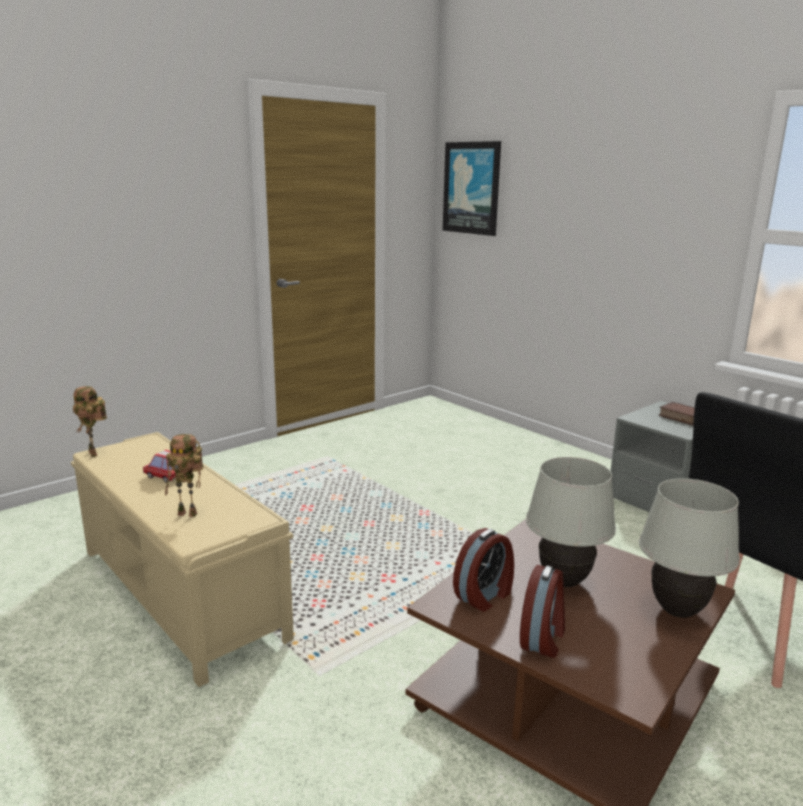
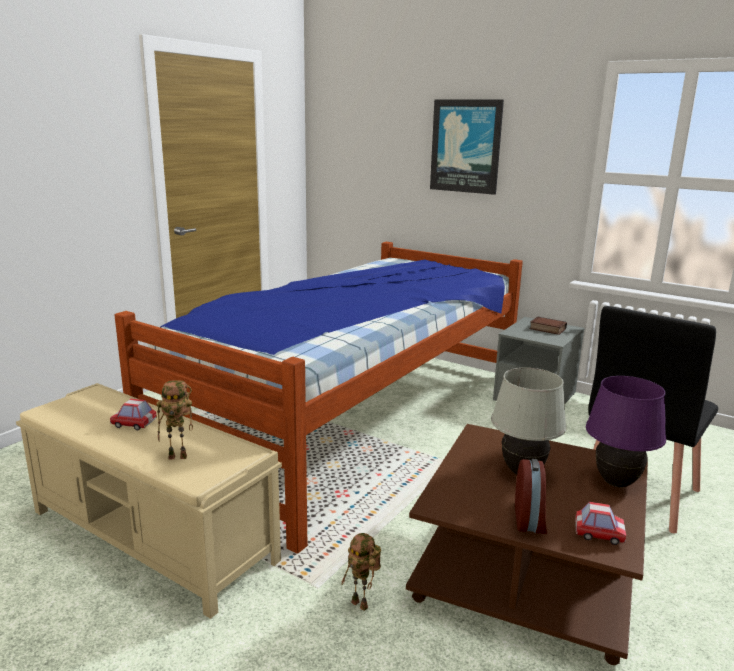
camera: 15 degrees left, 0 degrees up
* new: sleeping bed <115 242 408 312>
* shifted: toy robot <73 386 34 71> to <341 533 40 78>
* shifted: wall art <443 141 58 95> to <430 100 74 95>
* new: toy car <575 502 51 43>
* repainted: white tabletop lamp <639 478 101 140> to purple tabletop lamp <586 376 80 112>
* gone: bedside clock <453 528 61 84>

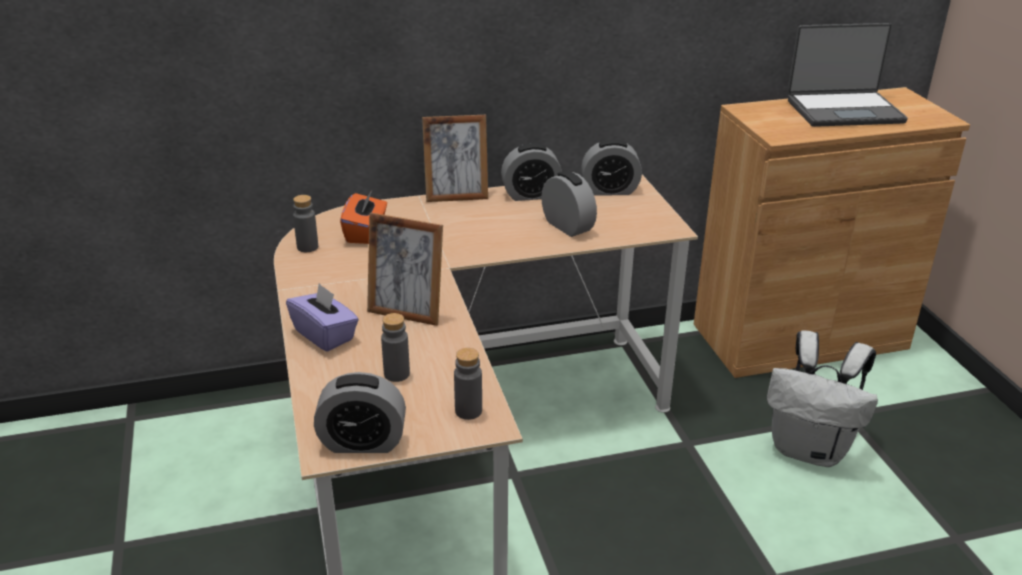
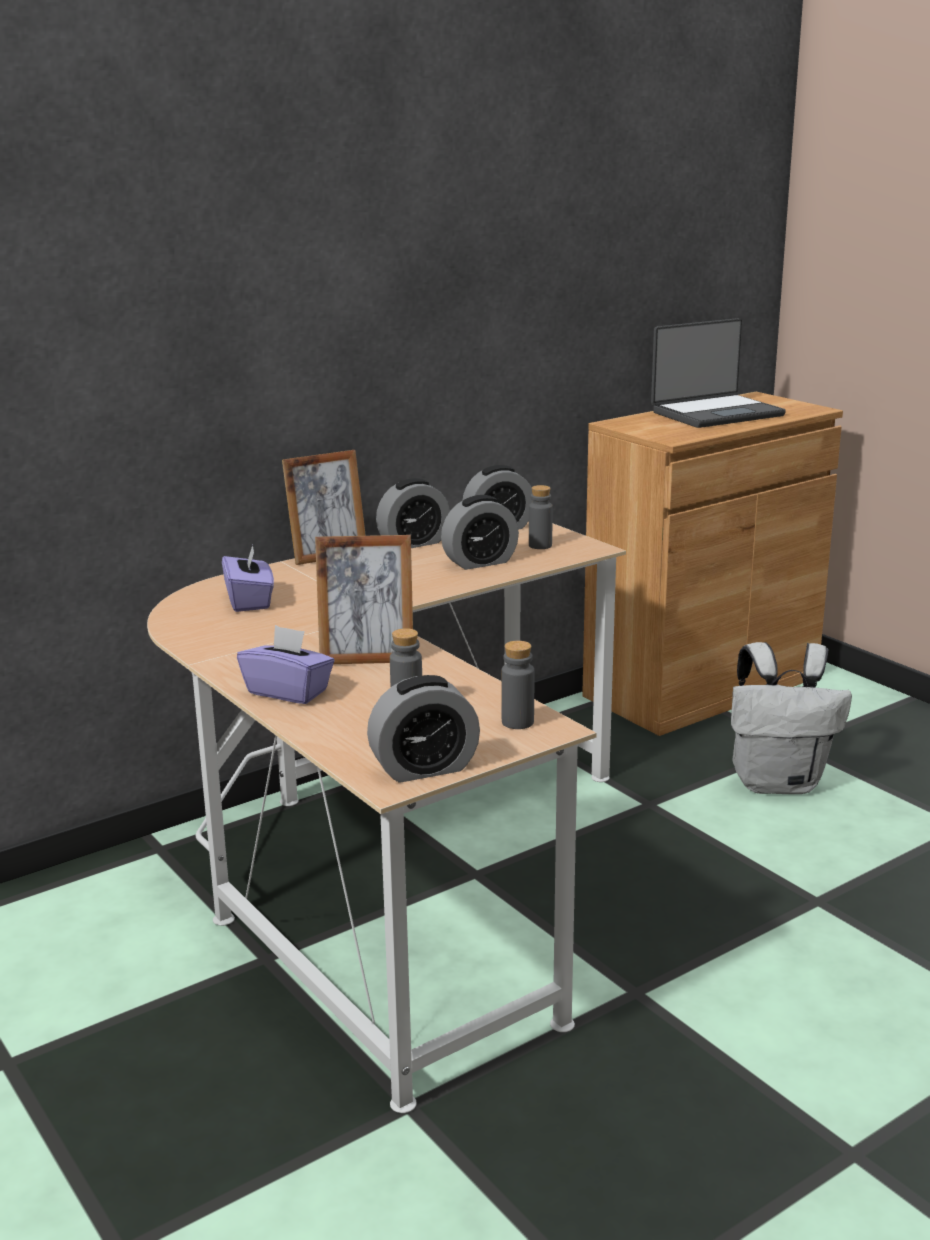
camera: 20 degrees left, 10 degrees down
* repainted: orange tissue holder <340 189 47 55> to purple tissue holder <222 545 52 67>
* rotated: bedside clock <541 171 56 66> = <441 495 78 75> 120 degrees clockwise
* shifted: grey drink bottle <293 195 25 57> to <529 485 24 64>

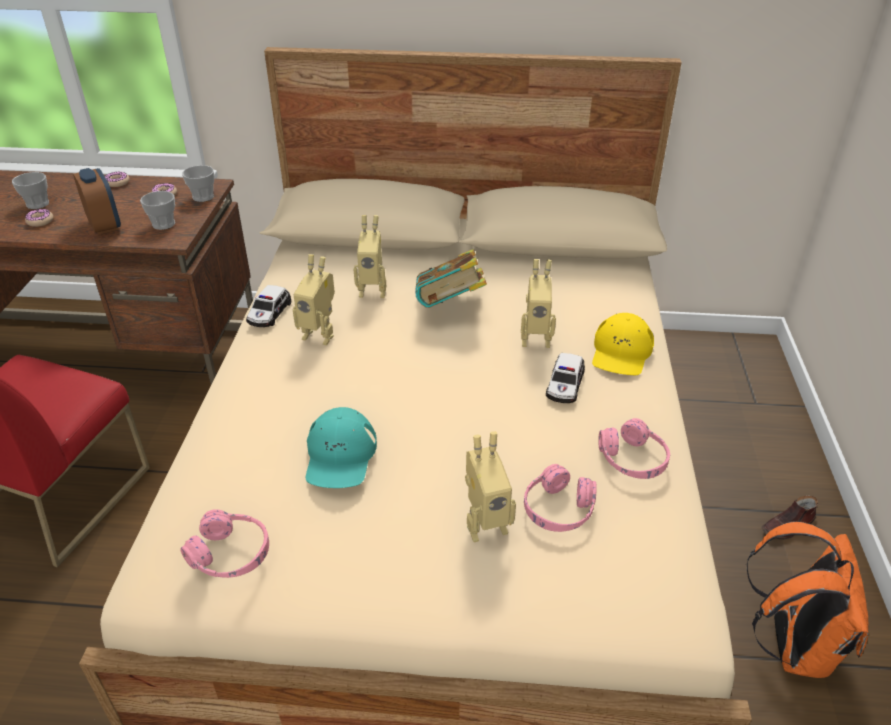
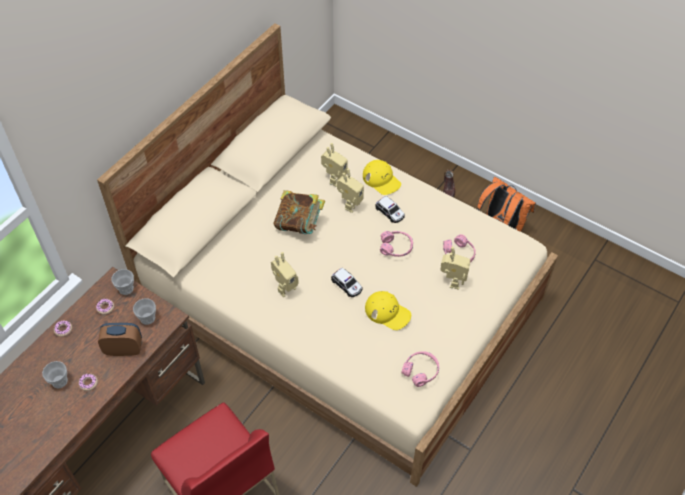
camera: 60 degrees left, 15 degrees up
* shifted: toy robot <354 215 32 83> to <321 143 27 44>
* shifted: toy car <246 285 45 42> to <331 268 32 29>
* repainted: turquoise cap <306 407 71 81> to yellow cap <365 291 46 39>
* shifted: pinkish headset <598 418 72 61> to <380 231 33 26>

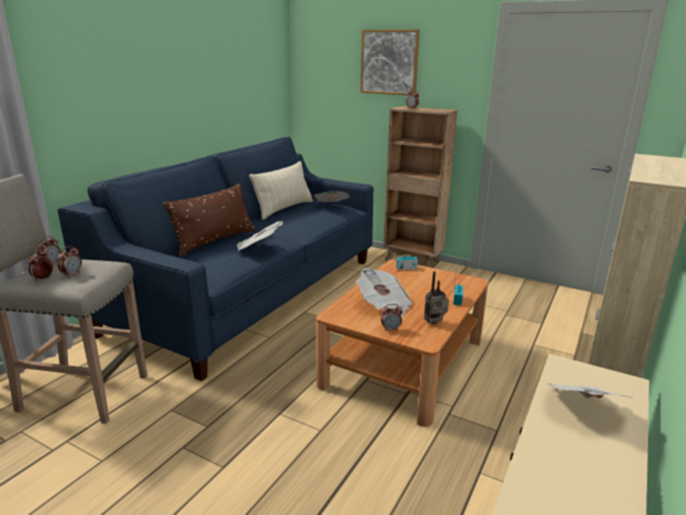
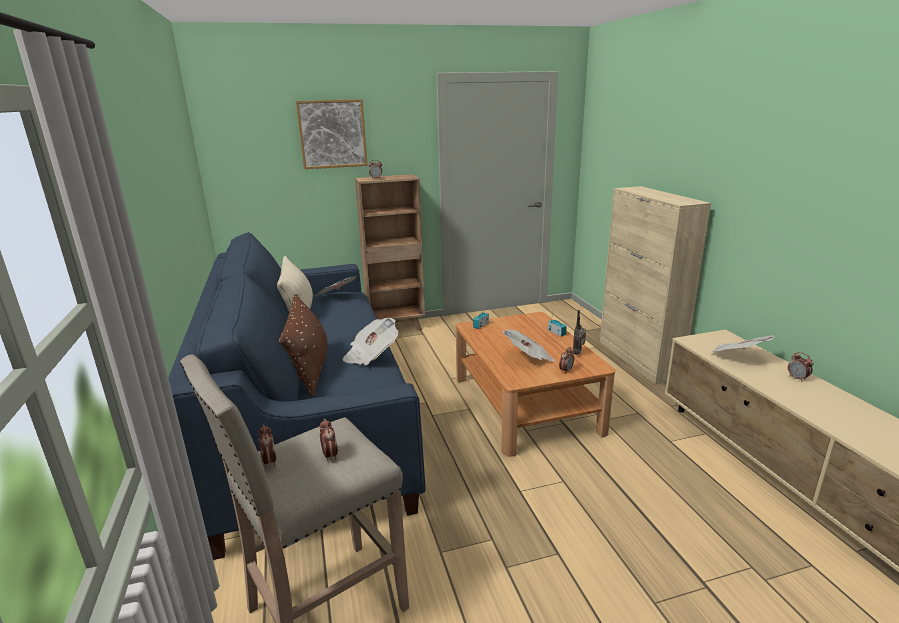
camera: 45 degrees left, 0 degrees up
* shifted: bedside clock <28 249 25 32> to <788 352 26 30>

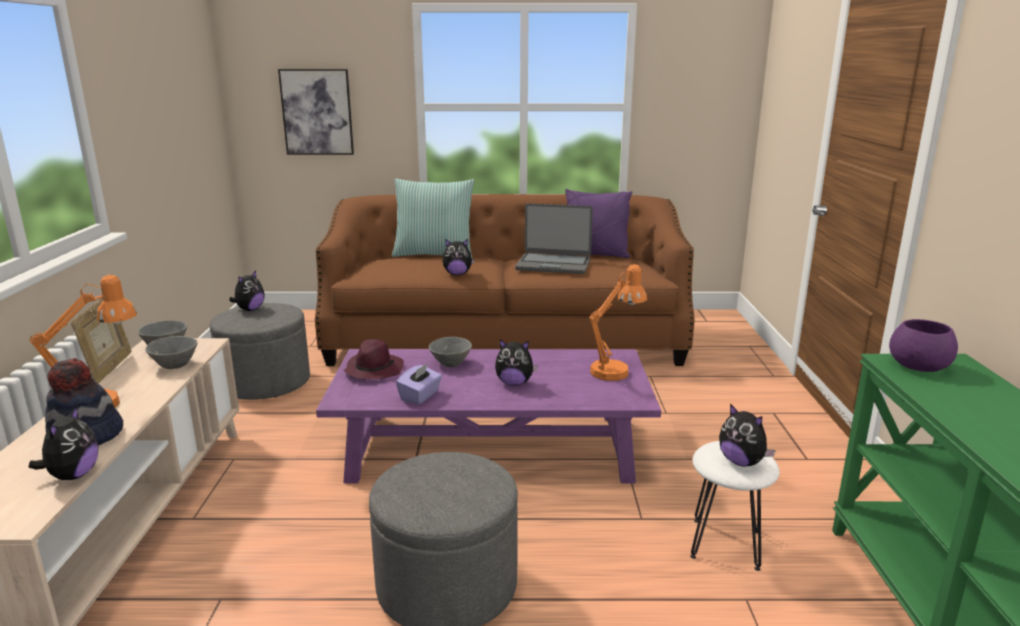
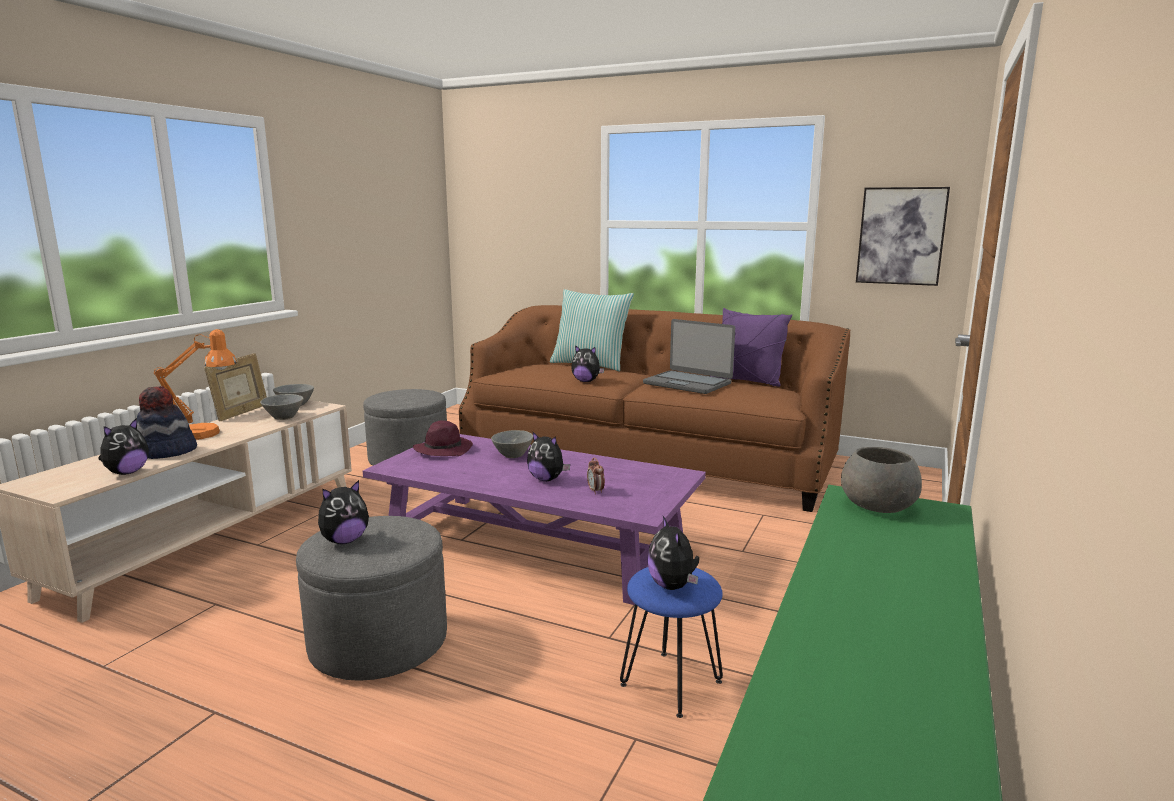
camera: 25 degrees right, 5 degrees down
* shifted: cuddly toy <229 271 36 40> to <318 480 51 64>
* new: bedside clock <587 458 18 36>
* repainted: white stool seat <690 441 90 130> to blue-coloured stool seat <620 567 103 151>
* repainted: purple serving bowl <889 319 69 53> to grey serving bowl <841 447 81 66>
* shifted: wall art <278 69 76 86> to <856 187 94 99>
* gone: purple tissue holder <396 363 46 42>
* gone: orange tabletop lamp <589 264 58 117>

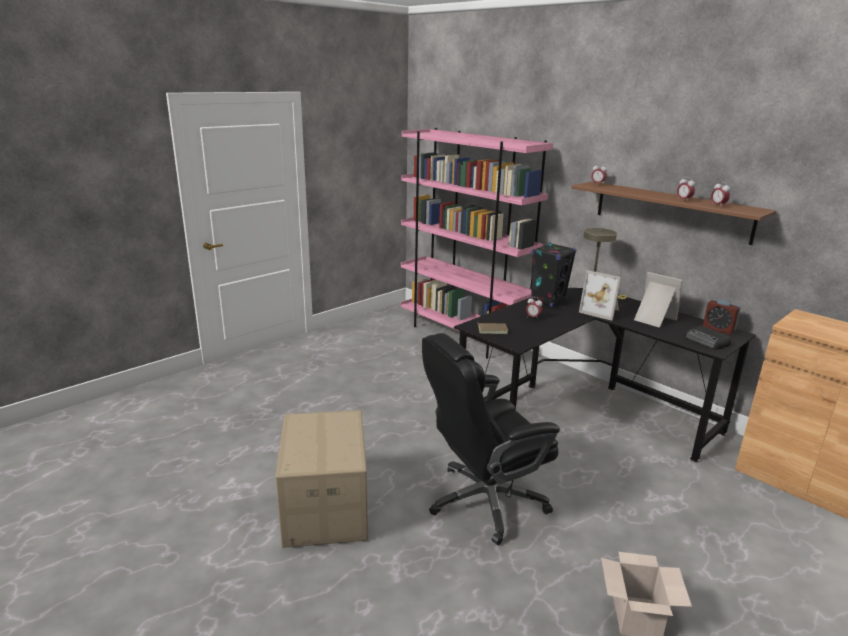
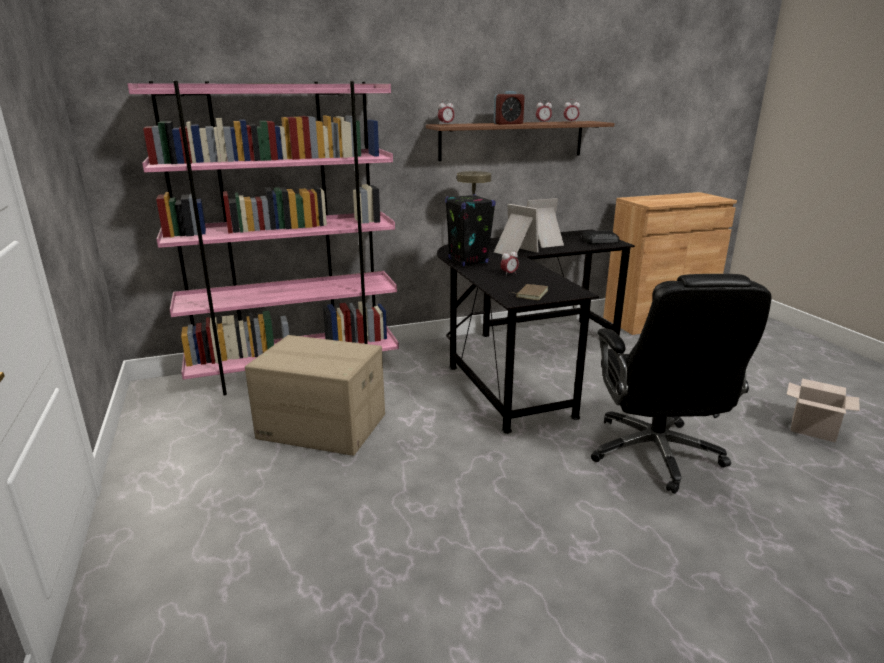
camera: 65 degrees left, 0 degrees up
* shifted: packing box <276 410 92 138> to <245 335 140 121>
* shifted: bedside clock <703 299 38 35> to <494 91 30 34>
* rotated: standing frame <579 270 42 51> = <494 204 45 53> 105 degrees counterclockwise

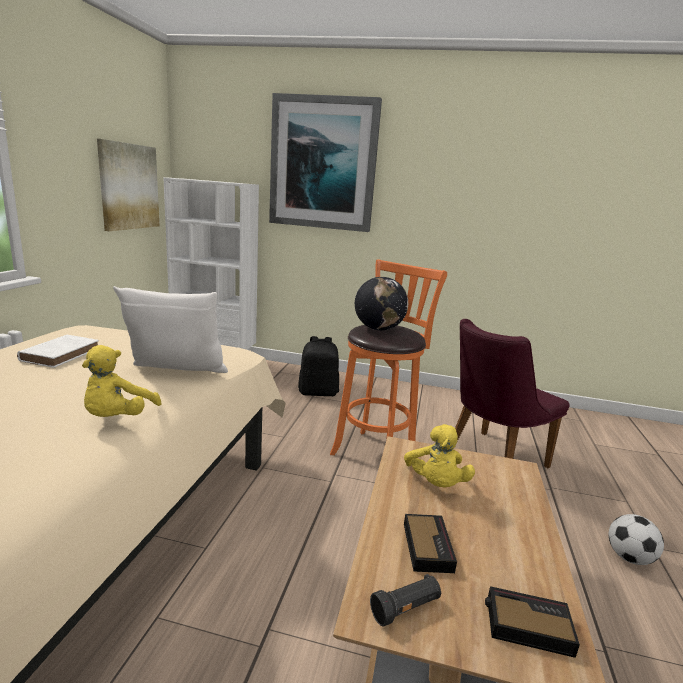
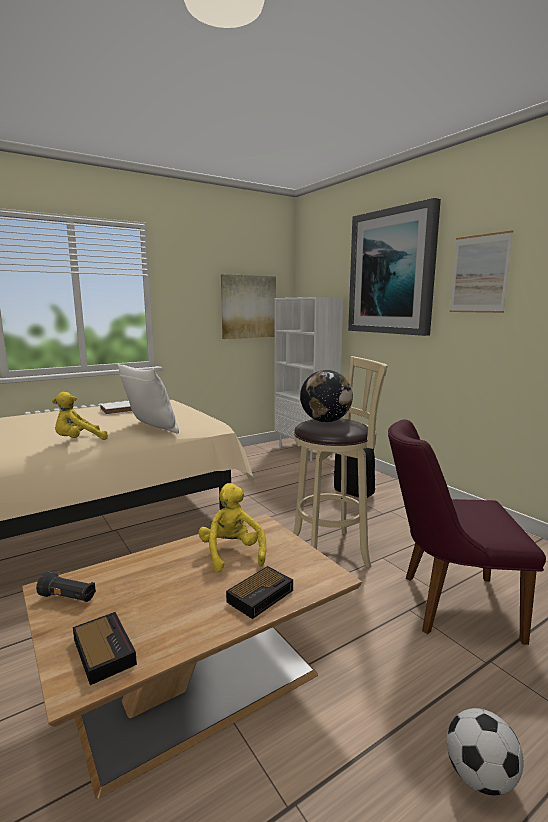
camera: 45 degrees right, 5 degrees down
* rotated: yellow cuddly toy <404 424 71 63> = <199 483 67 89> 120 degrees clockwise
* shifted: bedside clock <404 514 53 59> to <226 566 67 53>
* repainted: orange stool seat <330 259 117 196> to beige-coloured stool seat <293 356 95 212>
* new: wall art <450 230 63 83>

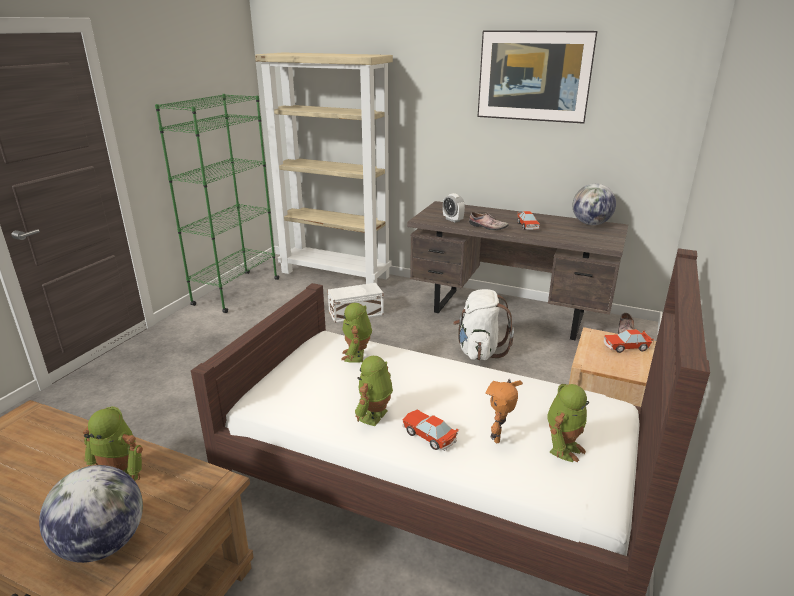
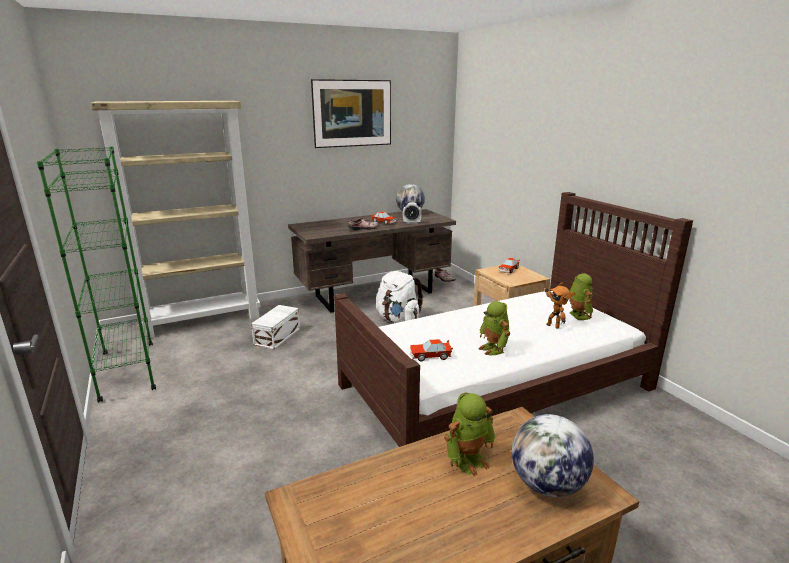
camera: 50 degrees left, 5 degrees down
* shifted: bedside clock <443 193 22 30> to <403 202 19 22>
* shifted: toy car <402 410 57 41> to <410 339 43 22>
* gone: toy robot <341 303 31 60>

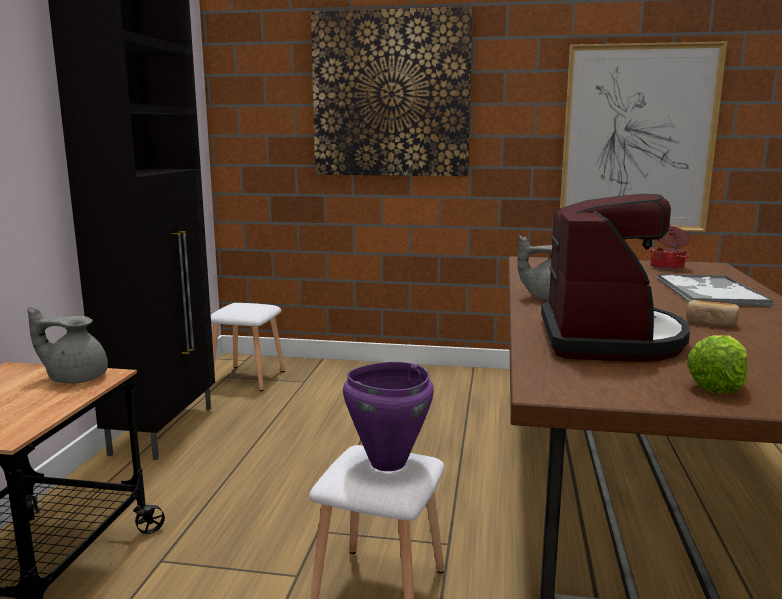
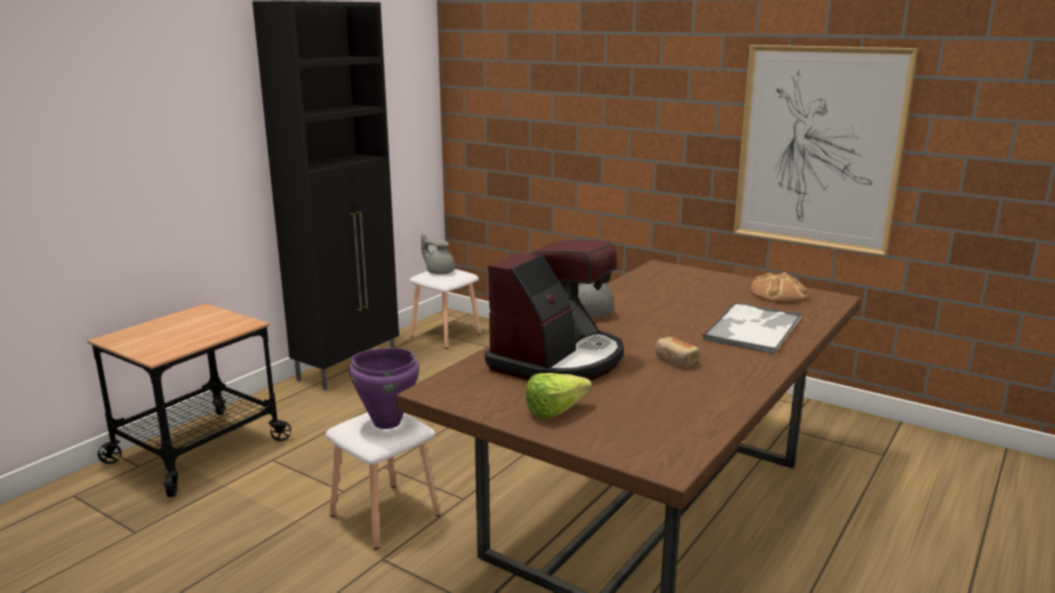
camera: 25 degrees right, 5 degrees up
* shifted: grey pot for tea <27 306 81 77> to <421 233 34 42>
* swapped: cooking pot <649 226 41 44> to baked bread <750 272 59 31>
* gone: wall art <311 7 162 169>

